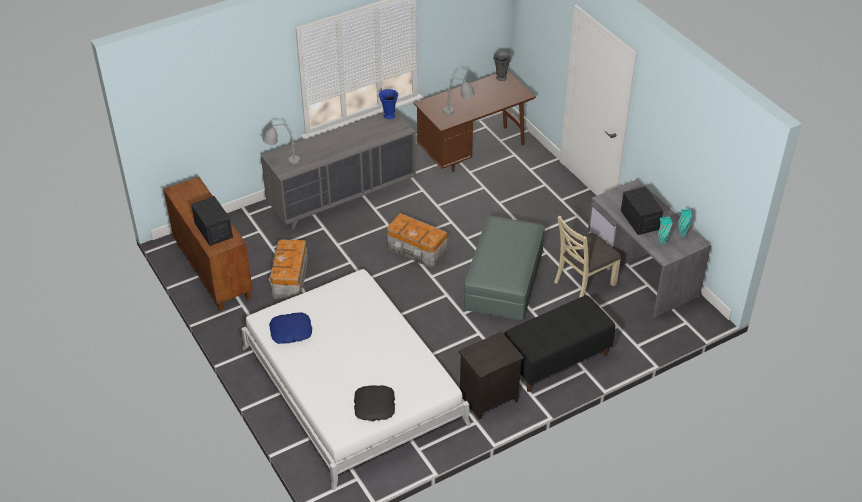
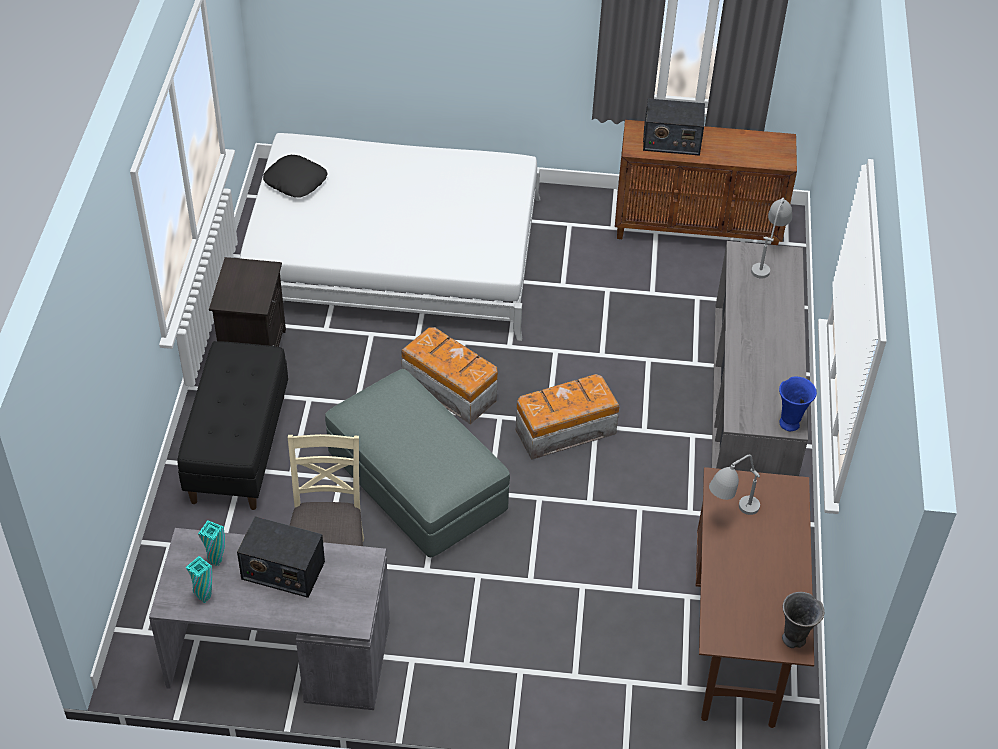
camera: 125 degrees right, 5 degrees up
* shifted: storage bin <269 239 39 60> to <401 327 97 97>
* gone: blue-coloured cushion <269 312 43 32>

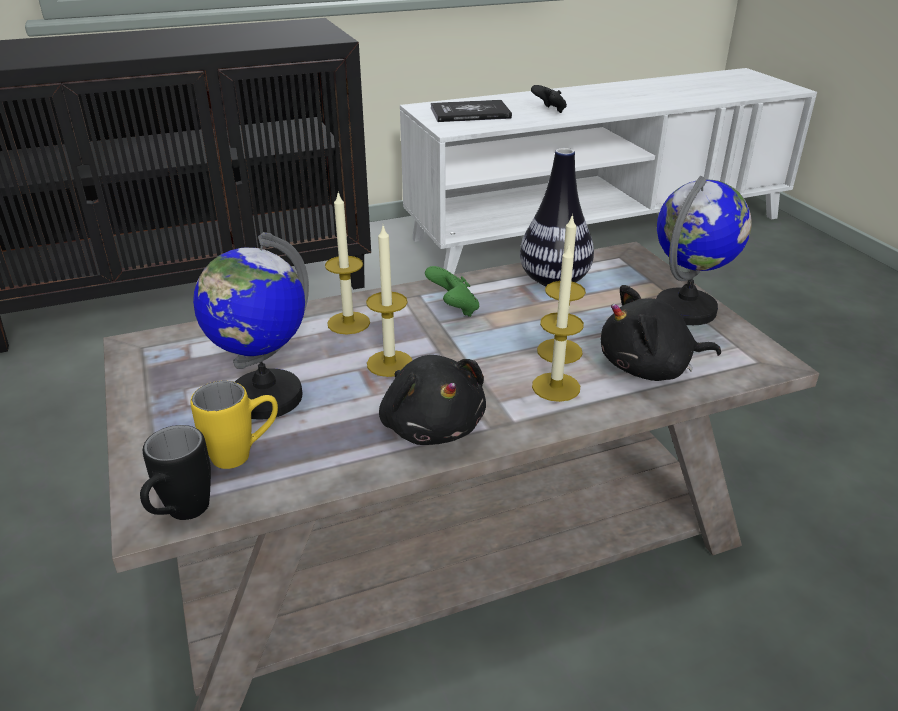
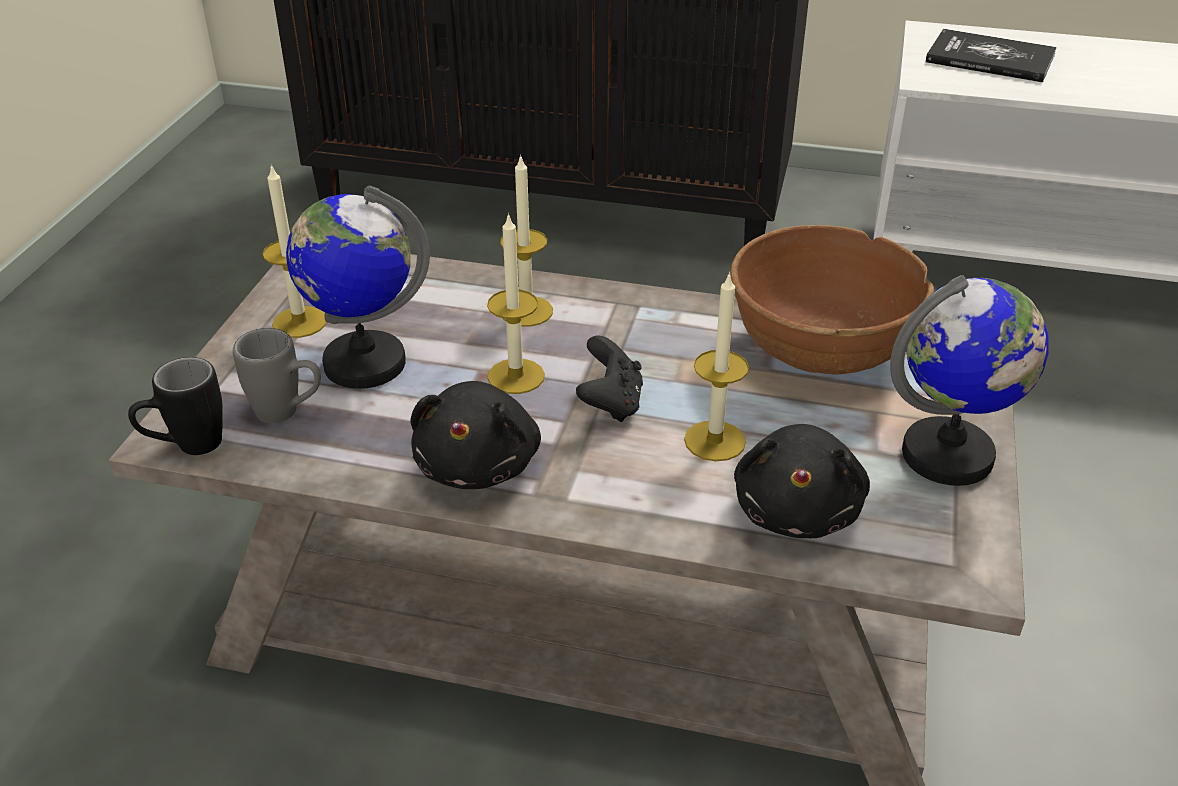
camera: 35 degrees right, 5 degrees up
* repainted: yellow tea mug <190 381 88 88> to grey tea mug <233 328 88 95>
* shifted: wax light <532 243 52 159> to <263 164 63 174>
* shifted: blackish game controller <531 85 36 28> to <576 335 67 87>
* swapped: decorative vase <520 148 74 139> to brown serving bowl <731 225 203 149>
* rotated: blackish cuddly toy <601 285 120 96> = <734 424 136 114> 105 degrees counterclockwise
* gone: green game controller <425 266 54 51>

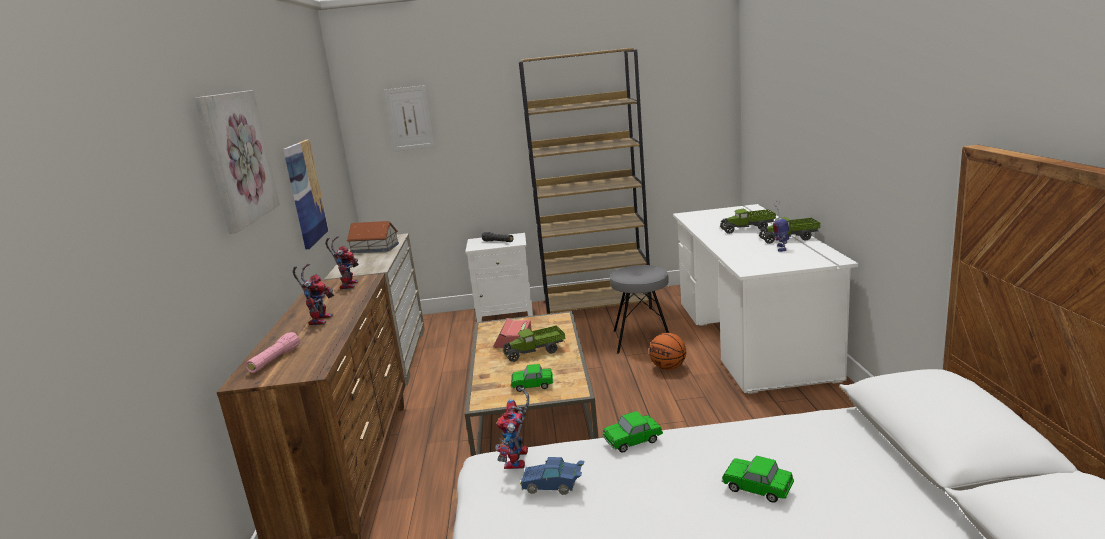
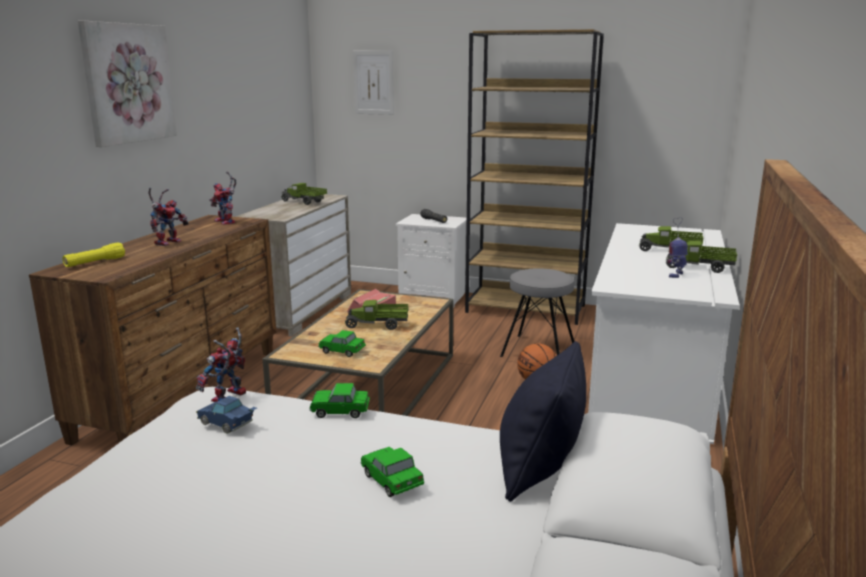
camera: 20 degrees right, 0 degrees up
* repainted: pinkish flashlight <246 332 54 41> to yellow flashlight <62 242 63 25>
* rotated: toy robot <325 236 34 54> = <209 171 27 54> 120 degrees clockwise
* swapped: miniature house <346 221 53 32> to toy lorry <282 183 45 22>
* new: blackish cushion <500 341 86 161>
* gone: wall art <283 139 46 111>

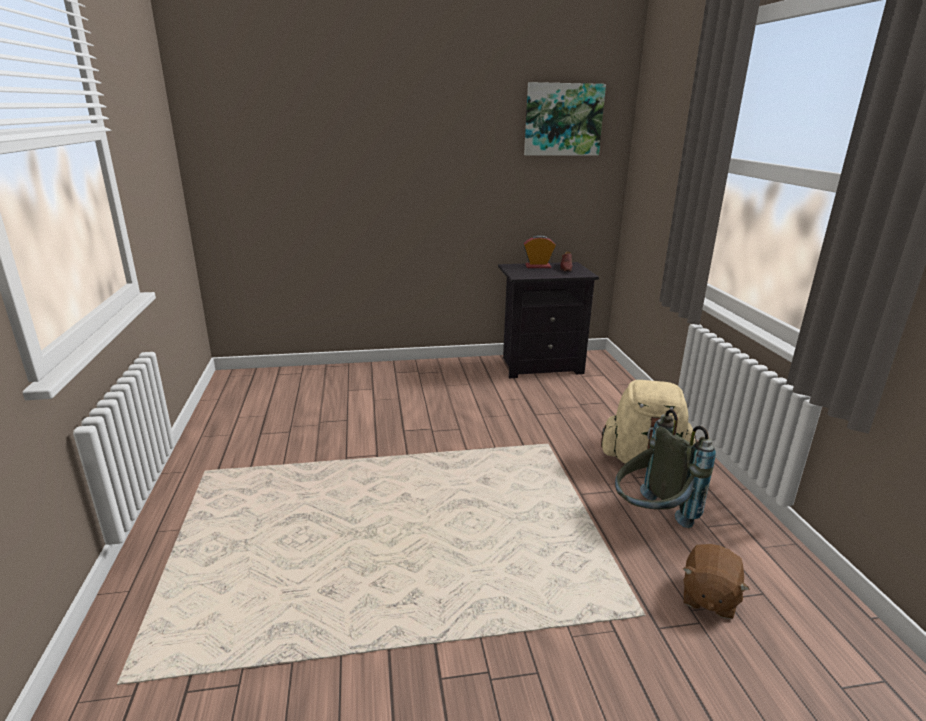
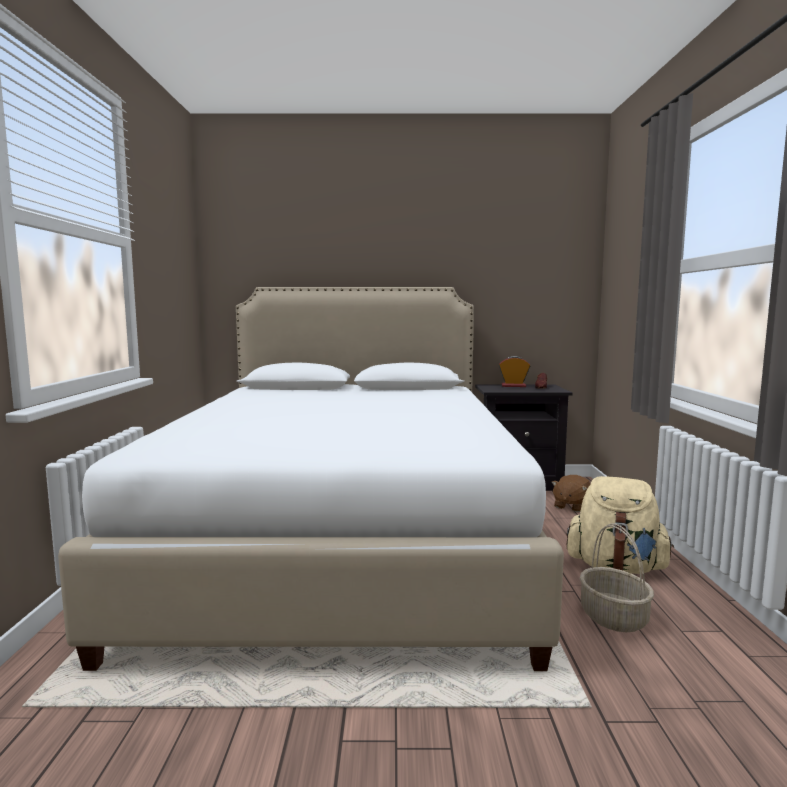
camera: 10 degrees right, 15 degrees down
* new: white sleeping bed <58 287 506 384>
* shifted: brown cuddly toy <683 544 67 75> to <551 475 39 37>
* swapped: grey backpack <615 409 101 119> to basket <580 523 74 109>
* gone: wall art <524 82 82 74>

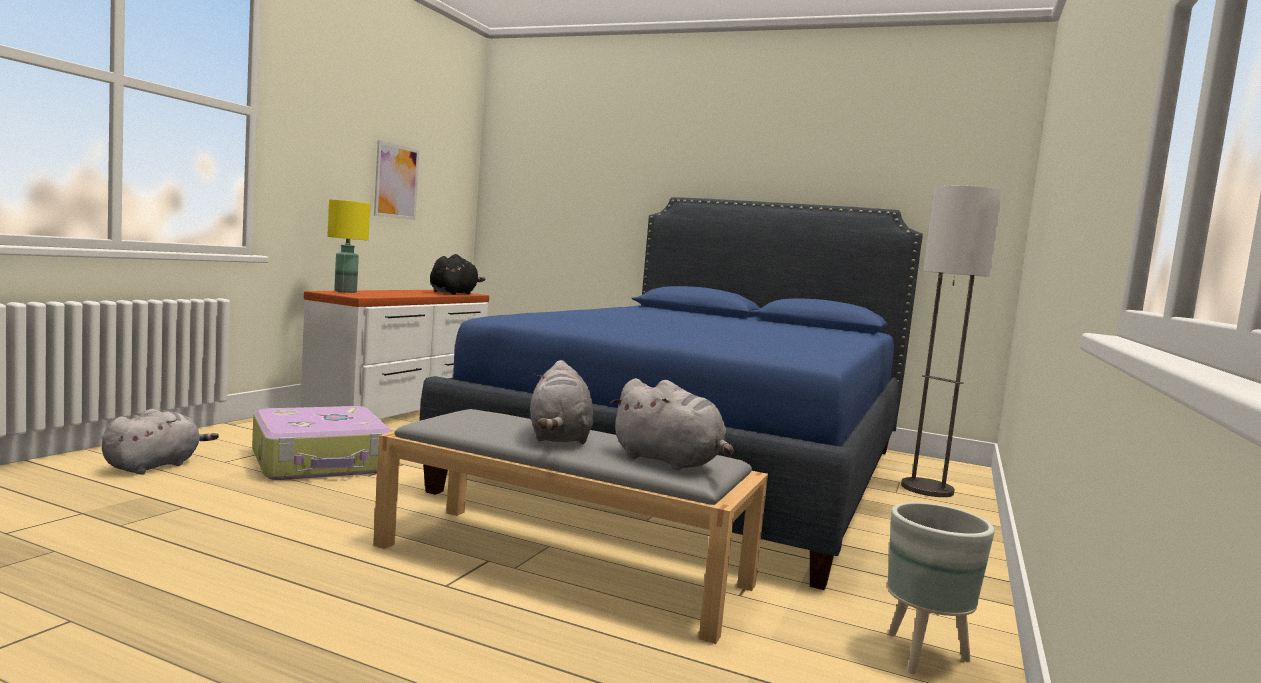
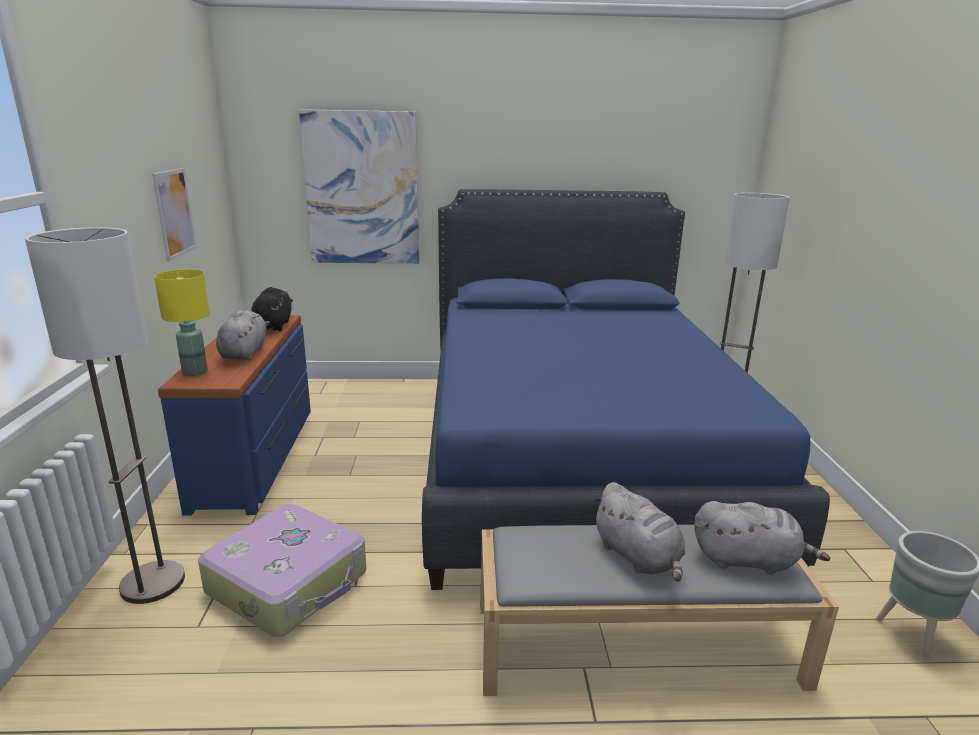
camera: 25 degrees left, 15 degrees up
* new: standard lamp <25 227 160 377>
* repainted: white chest of drawers <300 290 189 129> to blue-coloured chest of drawers <158 315 153 200>
* shifted: grey cuddly toy <102 409 117 66> to <216 310 54 50>
* new: wall art <299 109 120 155>

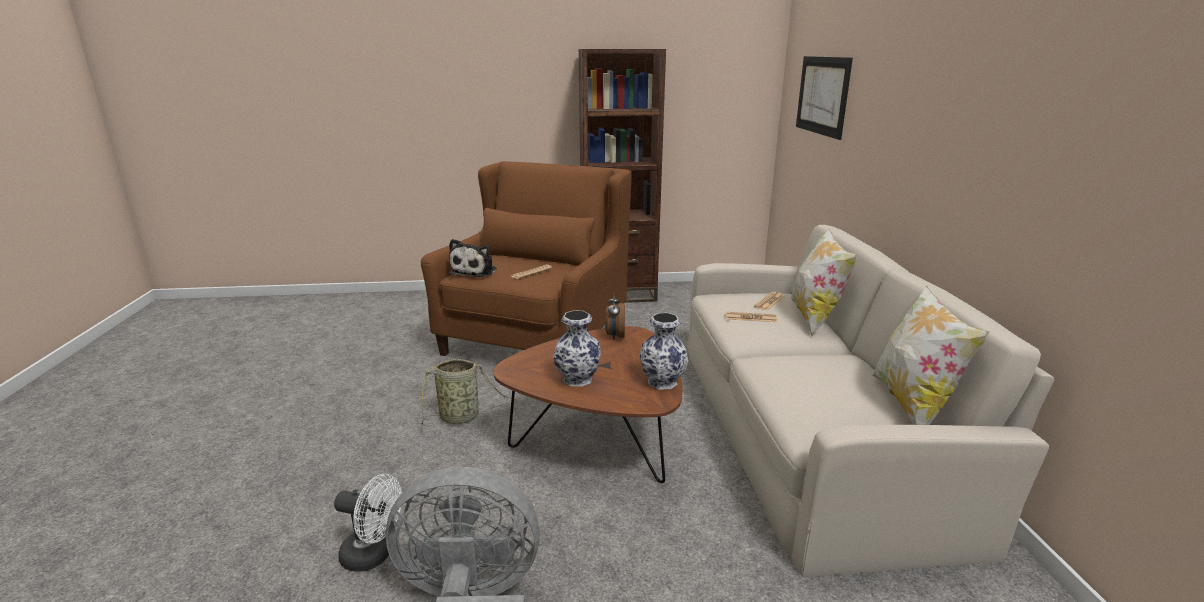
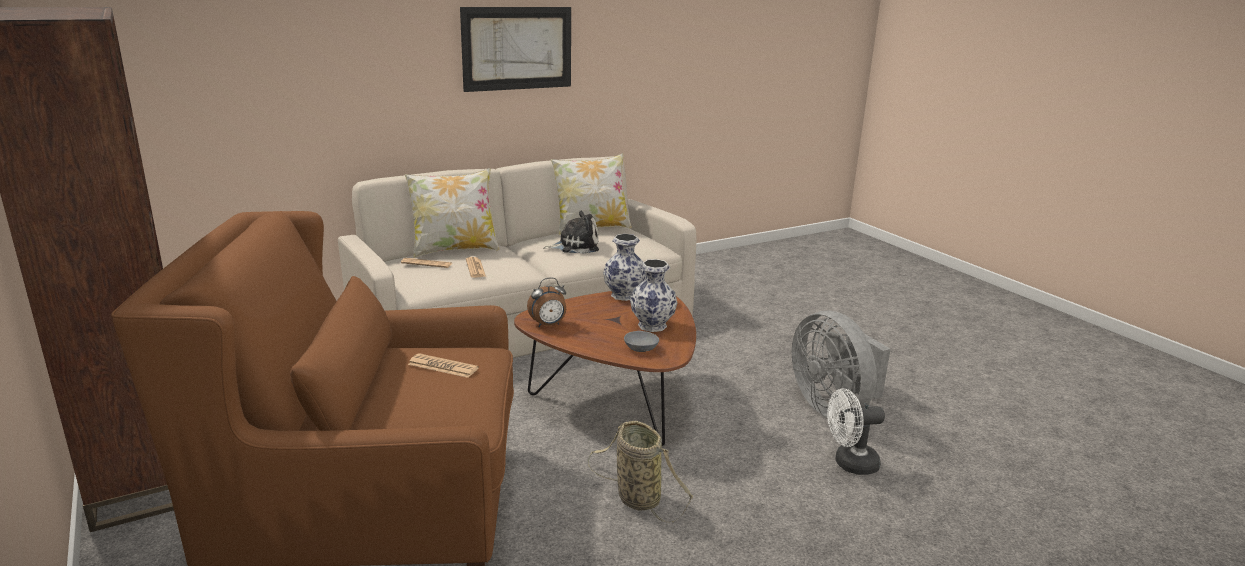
camera: 115 degrees left, 0 degrees up
* shifted: wall art <796 56 57 84> to <460 7 111 85>
* shifted: cuddly toy <449 239 47 38> to <544 211 55 43>
* new: grey serving bowl <624 331 35 21>
* rotated: white cooling fan <334 474 68 98> = <827 388 58 87> 90 degrees counterclockwise

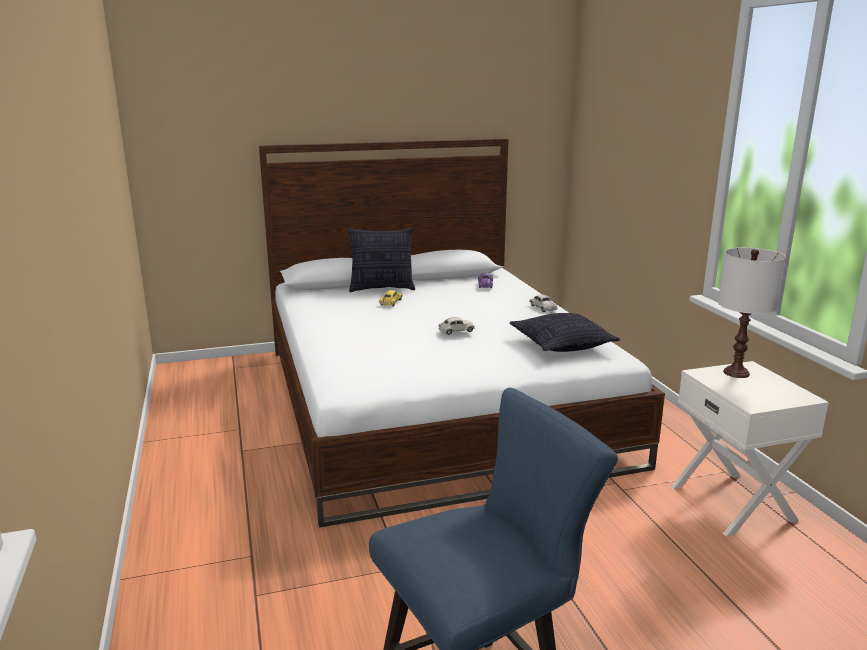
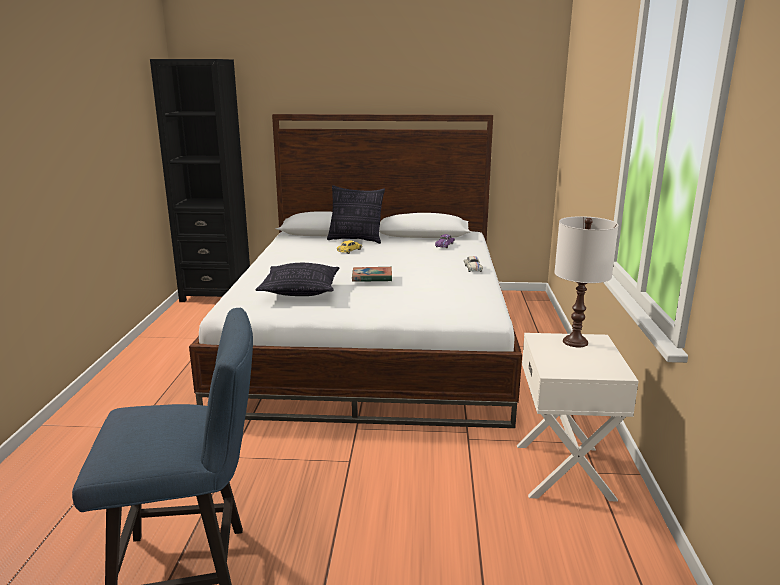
camera: 20 degrees right, 0 degrees up
* new: blackish shelving unit <150 59 100 243>
* shifted: cushion <509 313 111 39> to <256 263 83 33>
* swapped: white toy car <438 317 37 18> to volume <352 267 40 15>

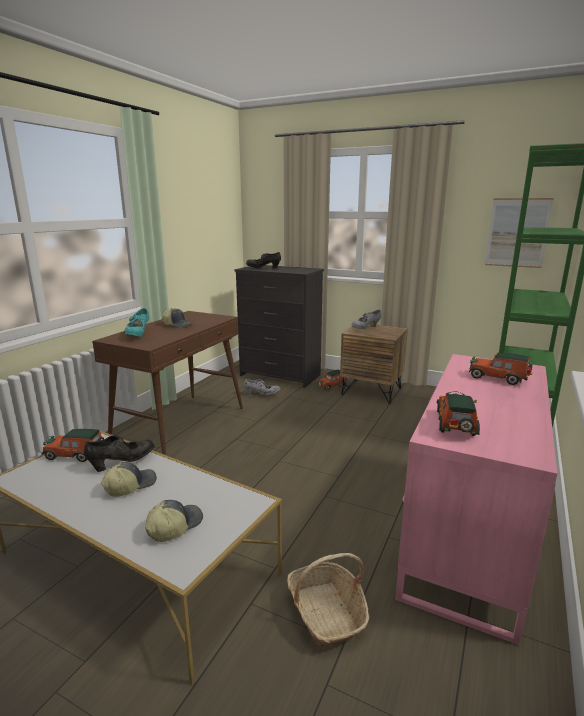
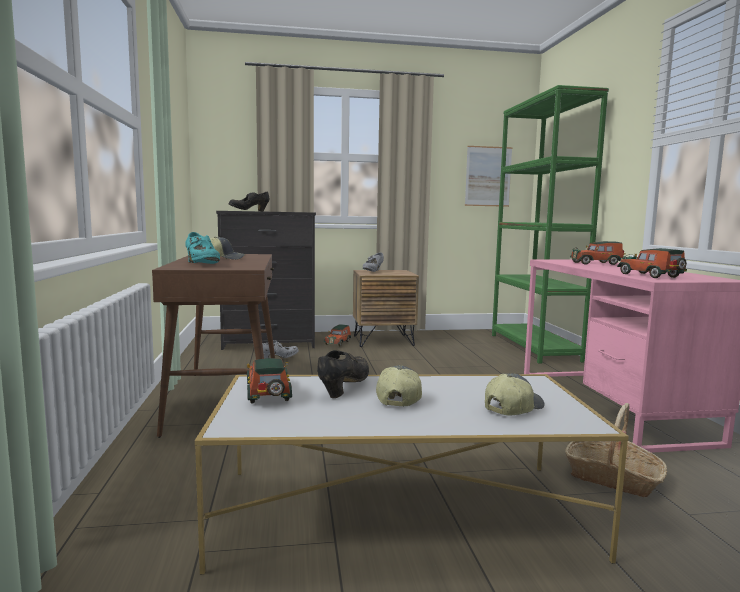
camera: 35 degrees left, 10 degrees down
* rotated: toy car <41 429 63 33> = <247 358 45 45> 105 degrees clockwise
* rotated: cap <145 500 58 42> = <485 373 60 42> 45 degrees clockwise

